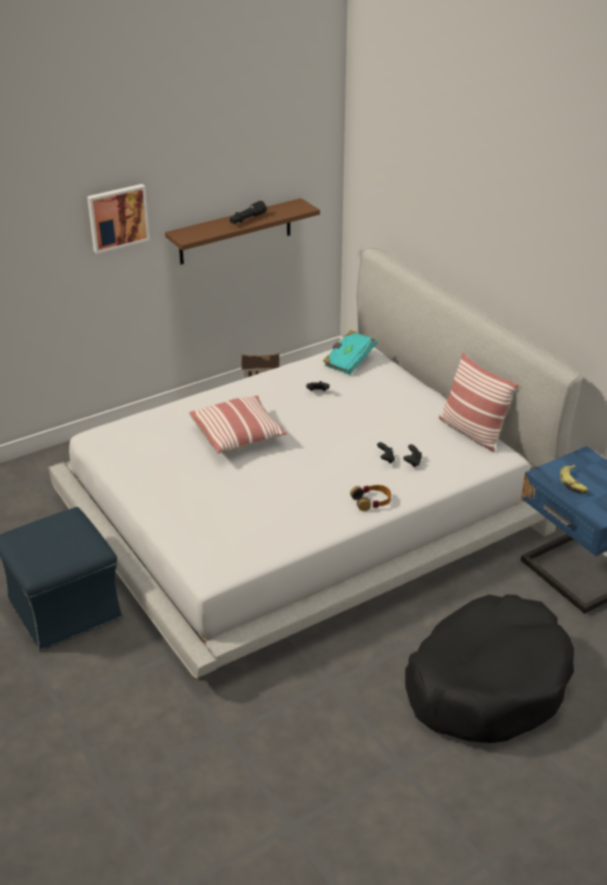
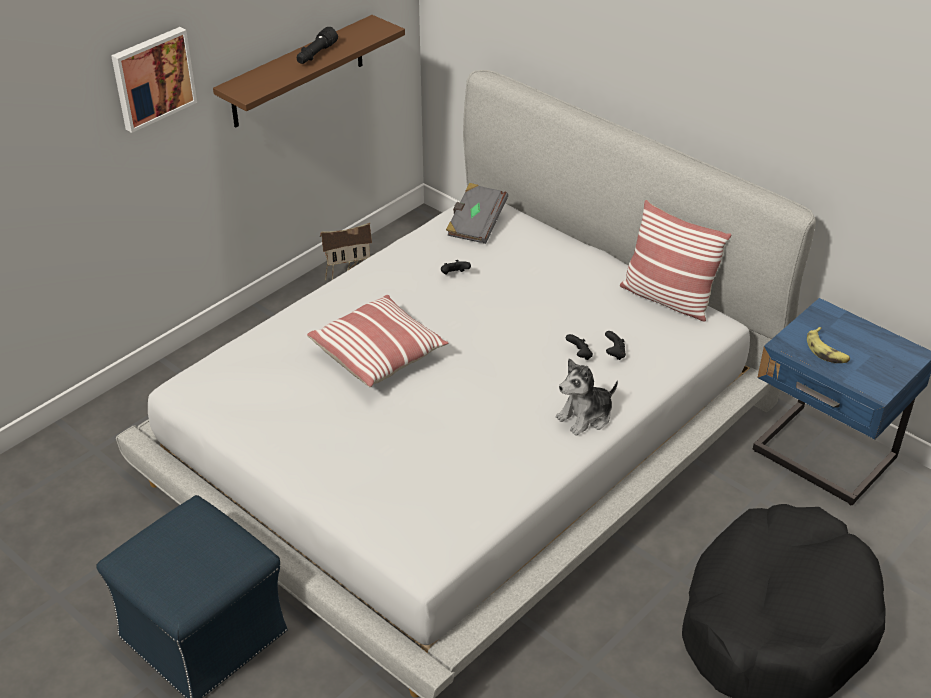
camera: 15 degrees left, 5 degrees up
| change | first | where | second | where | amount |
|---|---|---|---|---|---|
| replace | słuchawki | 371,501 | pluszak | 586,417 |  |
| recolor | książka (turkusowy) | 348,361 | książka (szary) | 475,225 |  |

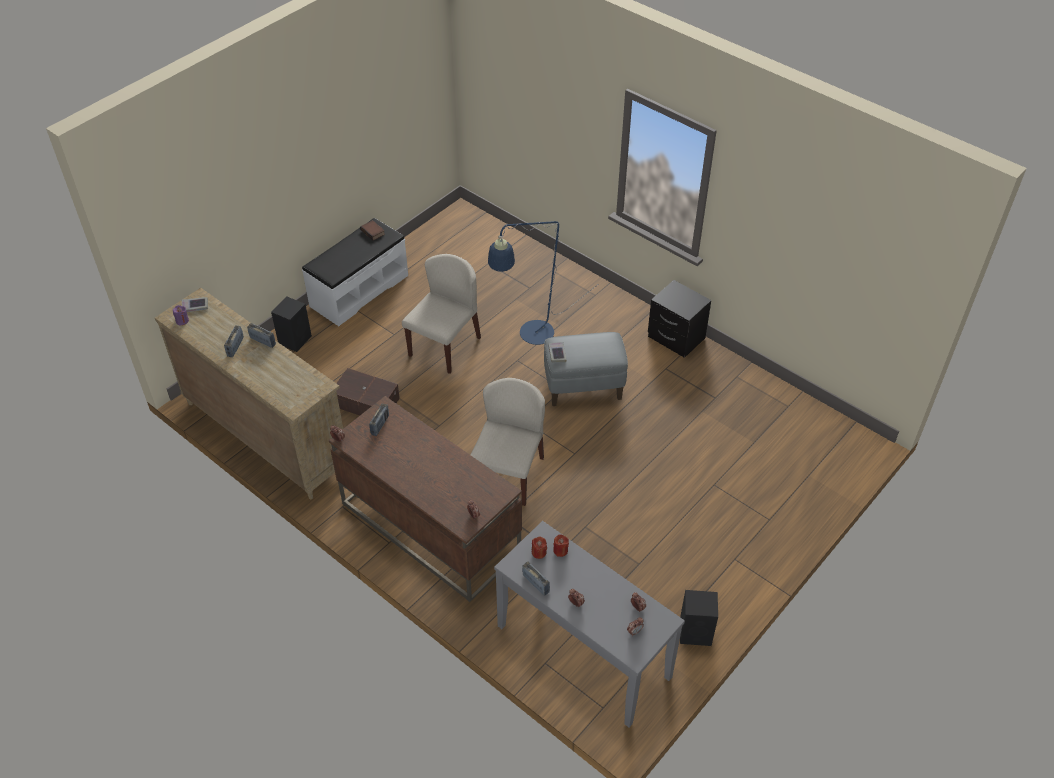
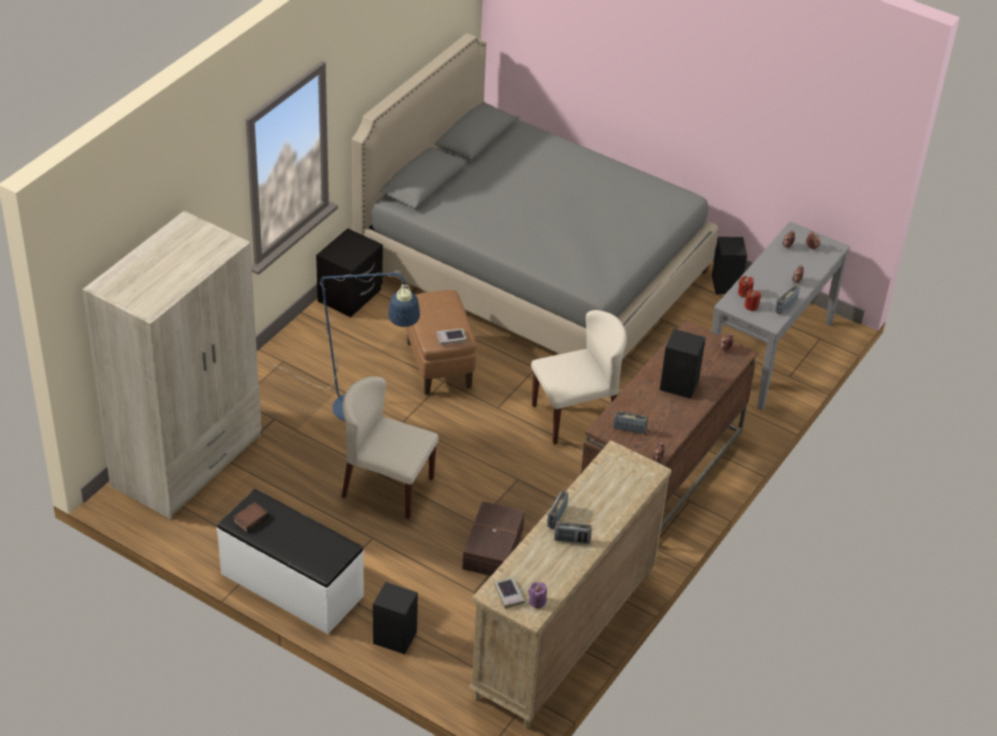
camera: 100 degrees left, 5 degrees down
| change | first | where | second | where | amount |
|---|---|---|---|---|---|
| insert |  |  | szafa (beżowy) | 188,461 |  |
| insert |  |  | łóżko (szary) | 533,270 |  |
| insert |  |  | głośnik (czarny) | 680,385 |  |
| recolor | pufa (szary) | 584,388 | pufa (brązowy) | 438,364 |  |
| rotate | krzesło (beżowy) | 508,474 |  | 575,416 | 150 degrees clockwise |

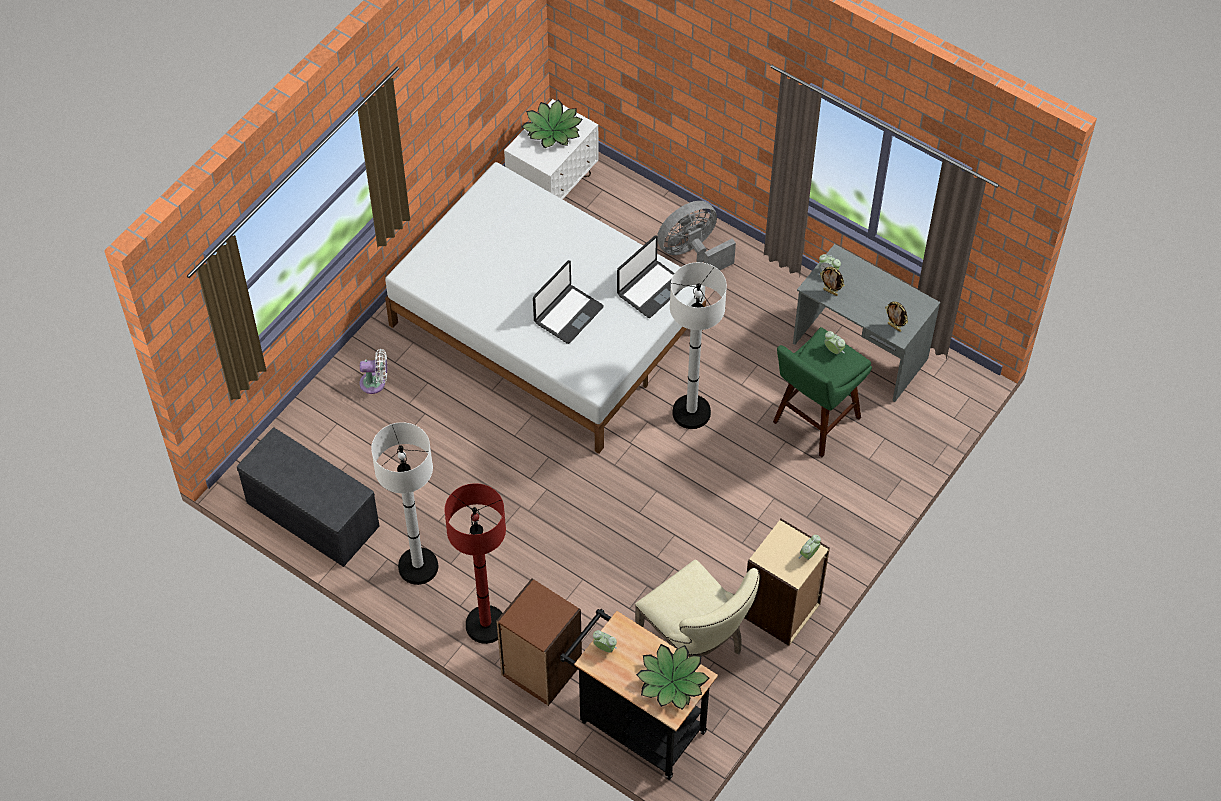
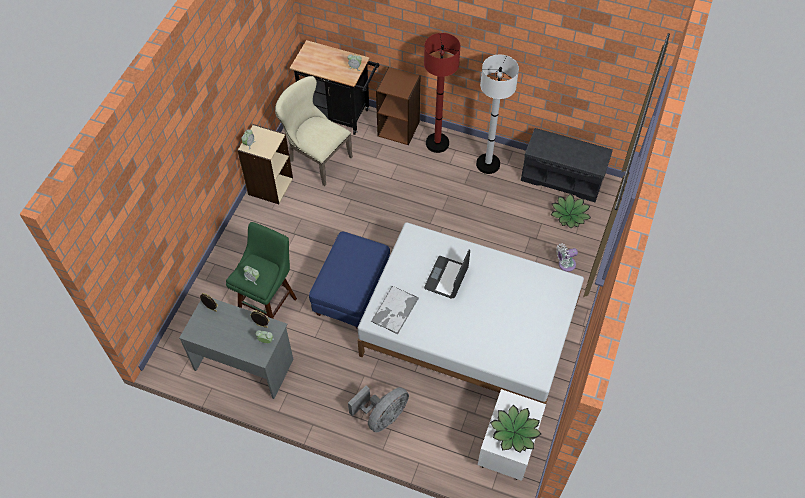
camera: 165 degrees right, 0 degrees up
| change | first | where | second | where | amount |
|---|---|---|---|---|---|
| move | roślina doniczkowa | 671,681 |  | 570,215 |  |
| replace | laptop | 651,289 | taca | 394,310 |  |
| replace | lampa stojąca (biały) | 691,412 | pufa (niebieski) | 352,292 |  |

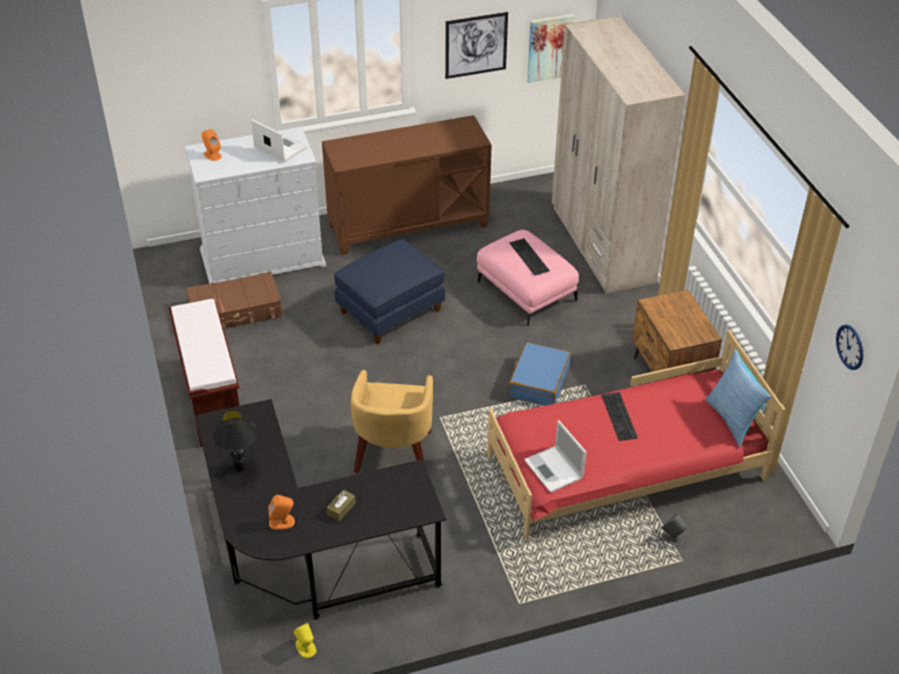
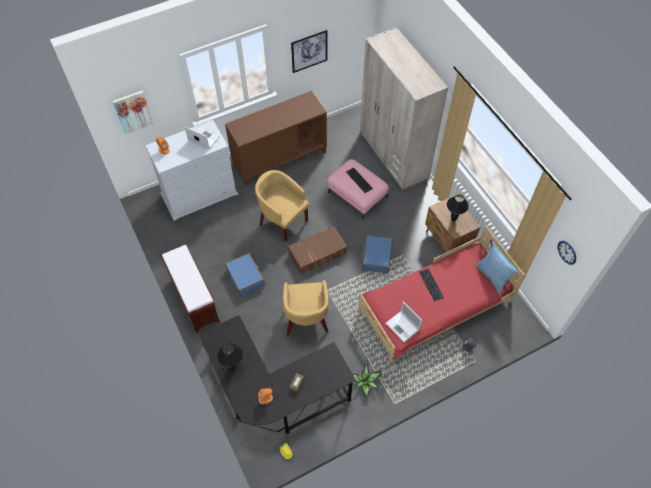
camera: 10 degrees left, 15 degrees up
| change | first | where | second | where | amount |
|---|---|---|---|---|---|
| insert |  |  | walizka (niebieski) | 245,277 |  |
| insert |  |  | roślina doniczkowa | 365,382 |  |
| insert |  |  | lampa stołowa (czarny) | 453,219 |  |
| move | walizka (brązowy) | 236,311 |  | 318,253 |  |
| move | obraz | 549,47 |  | 133,112 |  |
| replace | pufa (niebieski) | 390,310 | fotel (żółty) | 282,220 |  |

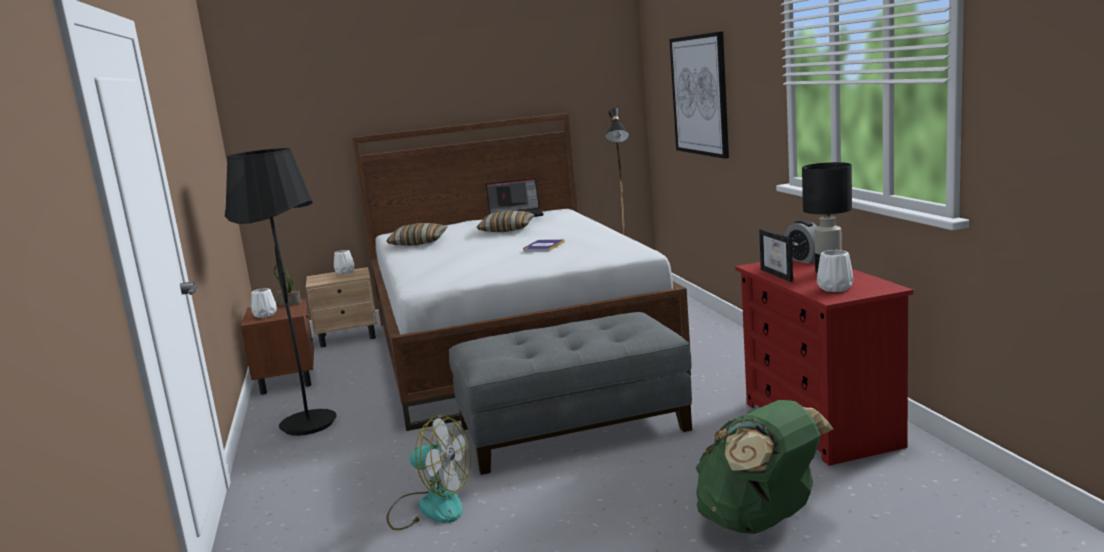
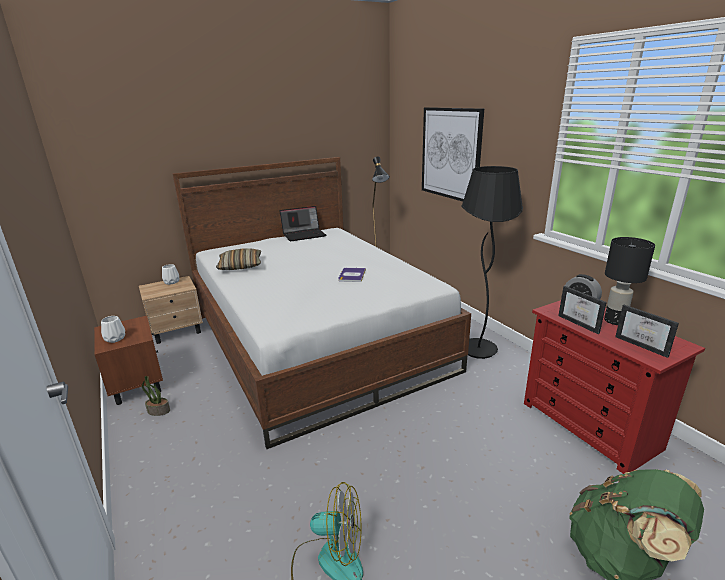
camera: 15 degrees left, 10 degrees up
| change | first | where | second | where | amount |
|---|---|---|---|---|---|
| delete | pufa (szary) | 572,428 |  |  |  |
| delete | poduszka | 507,230 |  |  |  |
| move | lampa stojąca (czarny) | 308,425 |  | 478,350 |  |
| move | roślina doniczkowa | 289,303 |  | 158,411 |  |
| replace | wazon (biały) | 836,288 | ramka na zdjęcie | 644,345 |  |

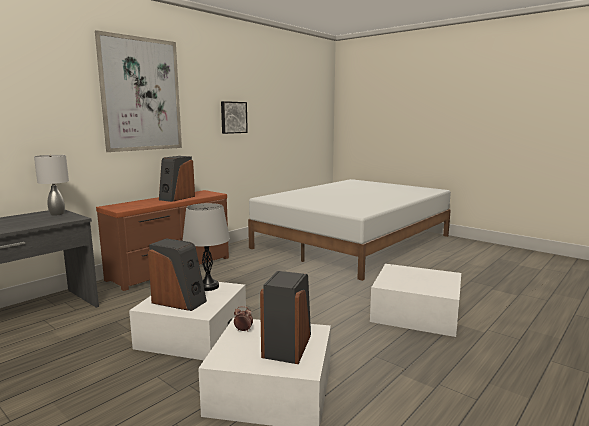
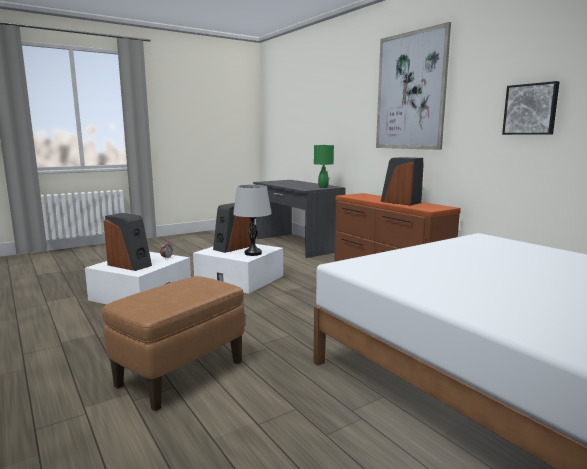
camera: 105 degrees right, 0 degrees up
| change | first | where | second | where | amount |
|---|---|---|---|---|---|
| replace | pojemnik do przechowywania (biały) | 416,313 | pufa (brązowy) | 181,374 |  |
| recolor | lampa stołowa (szary) | 57,214 | lampa stołowa (zielony) | 323,187 |  |

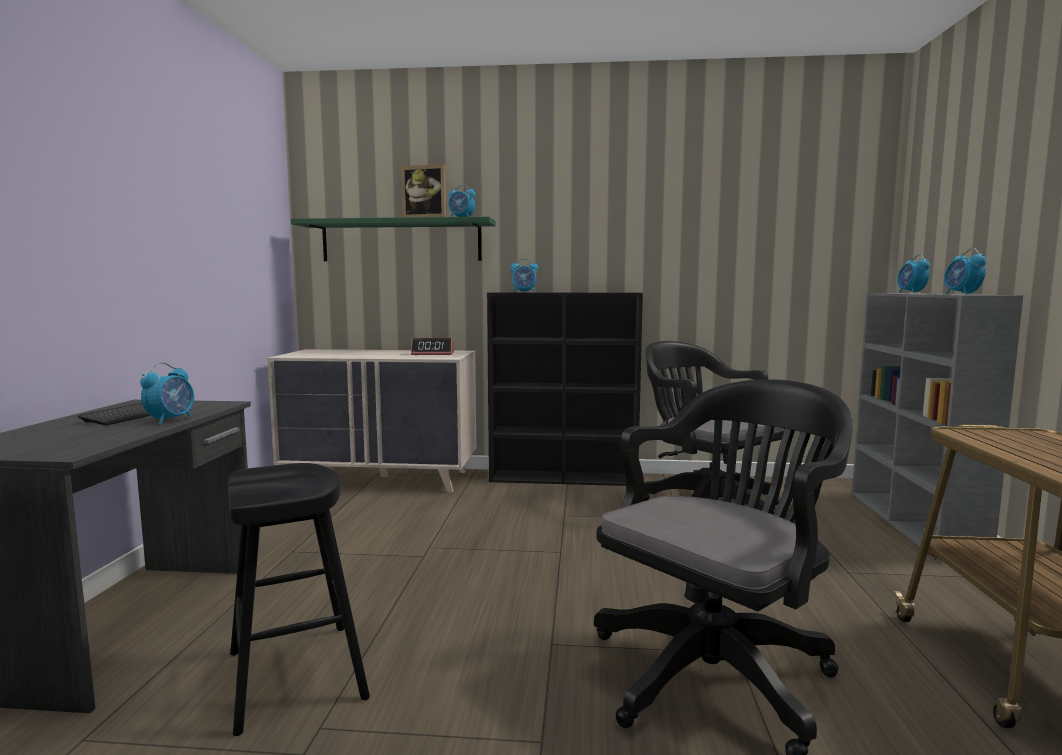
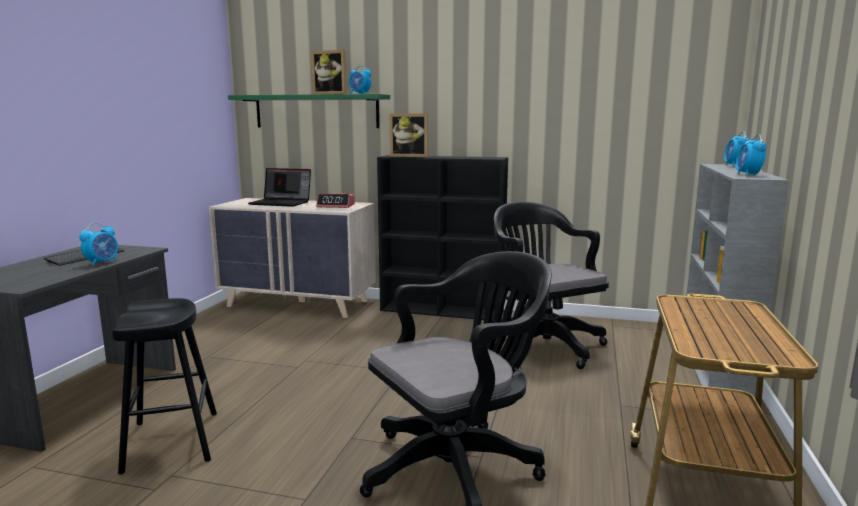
camera: 10 degrees right, 5 degrees up
| change | first | where | second | where | amount |
|---|---|---|---|---|---|
| insert |  |  | laptop | 281,203 |  |
| replace | budzik | 524,292 | ramka na zdjęcie | 409,156 |  |

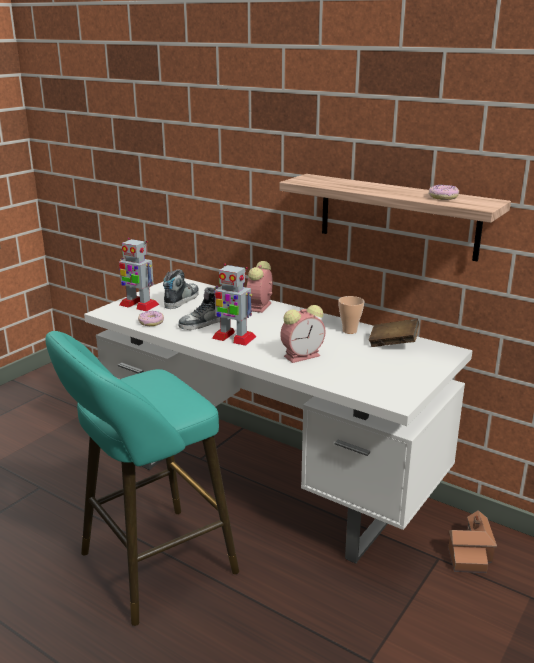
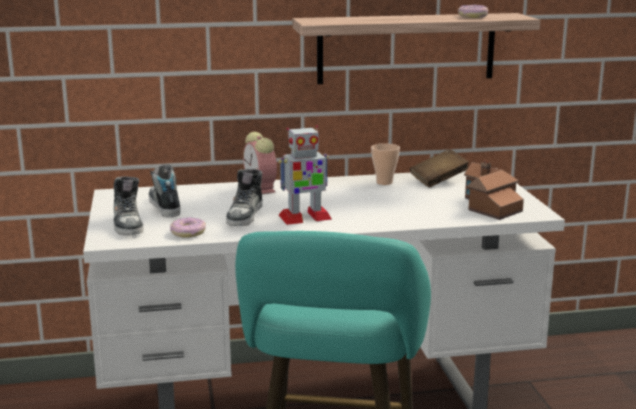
camera: 45 degrees left, 5 degrees down
| change | first | where | second | where | amount |
|---|---|---|---|---|---|
| delete | budzik | 303,355 |  |  |  |
| move | domek | 470,553 |  | 489,206 |  |
| replace | robot zabawkowy | 138,305 | but | 128,224 |  |

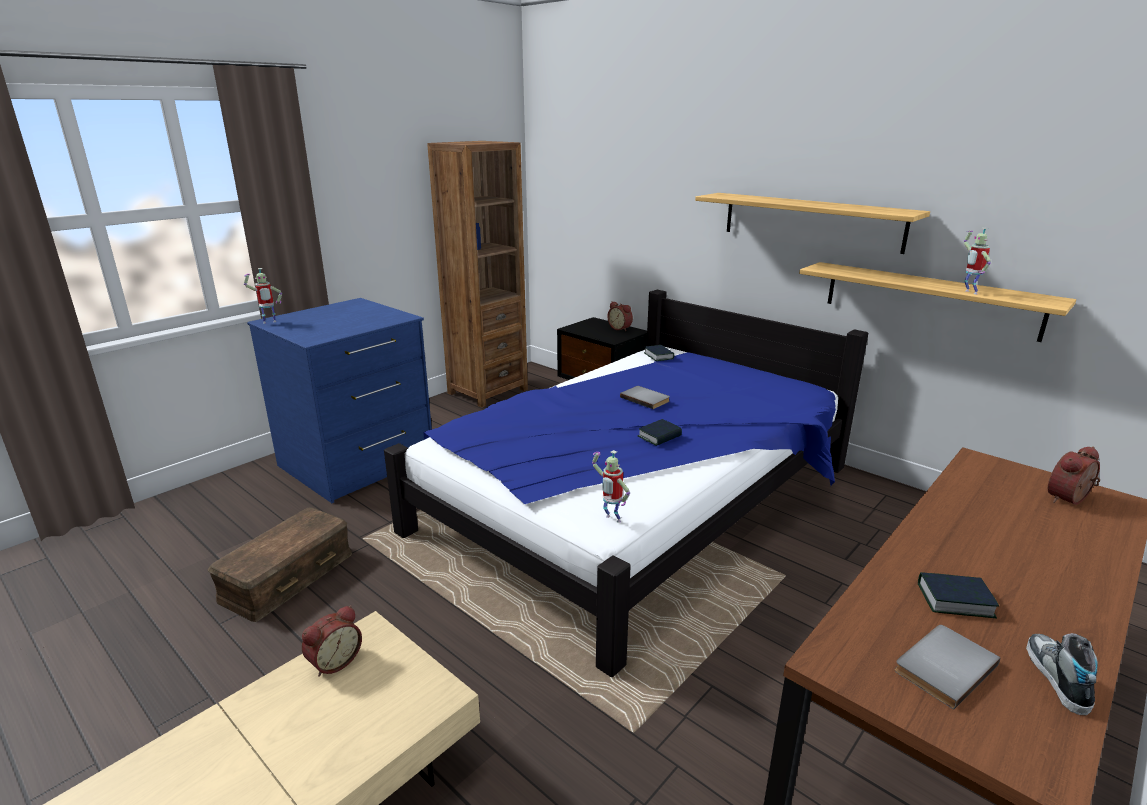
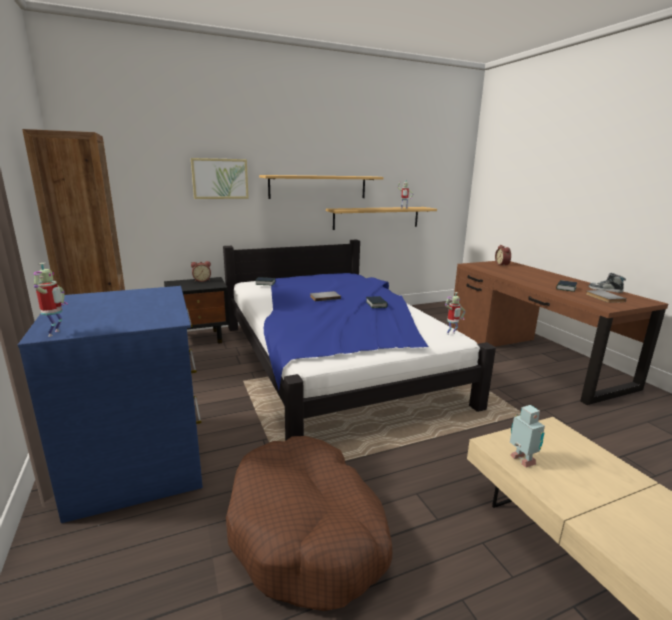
camera: 65 degrees left, 5 degrees down
| change | first | where | second | where | amount |
|---|---|---|---|---|---|
| insert |  |  | obraz | 220,178 |  |
| replace | pojemnik do przechowywania (brązowy) | 286,576 | legowisko (brązowy) | 307,532 |  |
| replace | budzik | 334,661 | robot zabawkowy | 521,461 |  |

